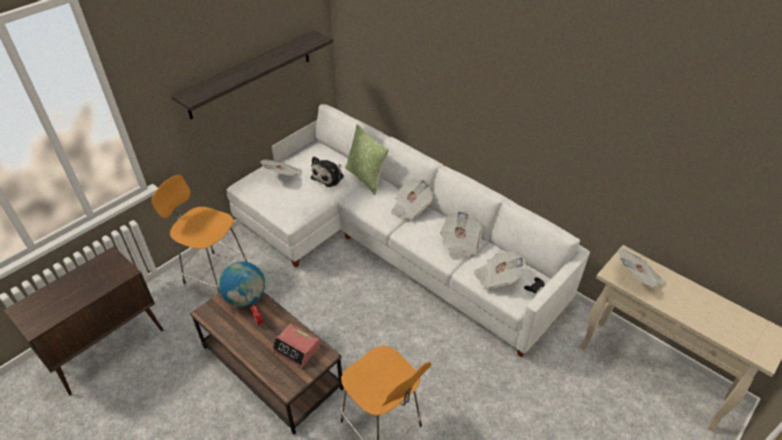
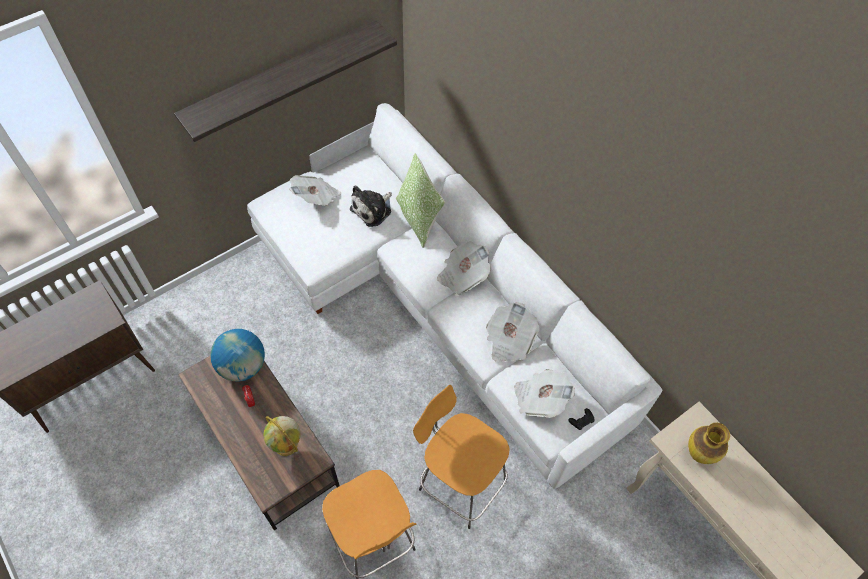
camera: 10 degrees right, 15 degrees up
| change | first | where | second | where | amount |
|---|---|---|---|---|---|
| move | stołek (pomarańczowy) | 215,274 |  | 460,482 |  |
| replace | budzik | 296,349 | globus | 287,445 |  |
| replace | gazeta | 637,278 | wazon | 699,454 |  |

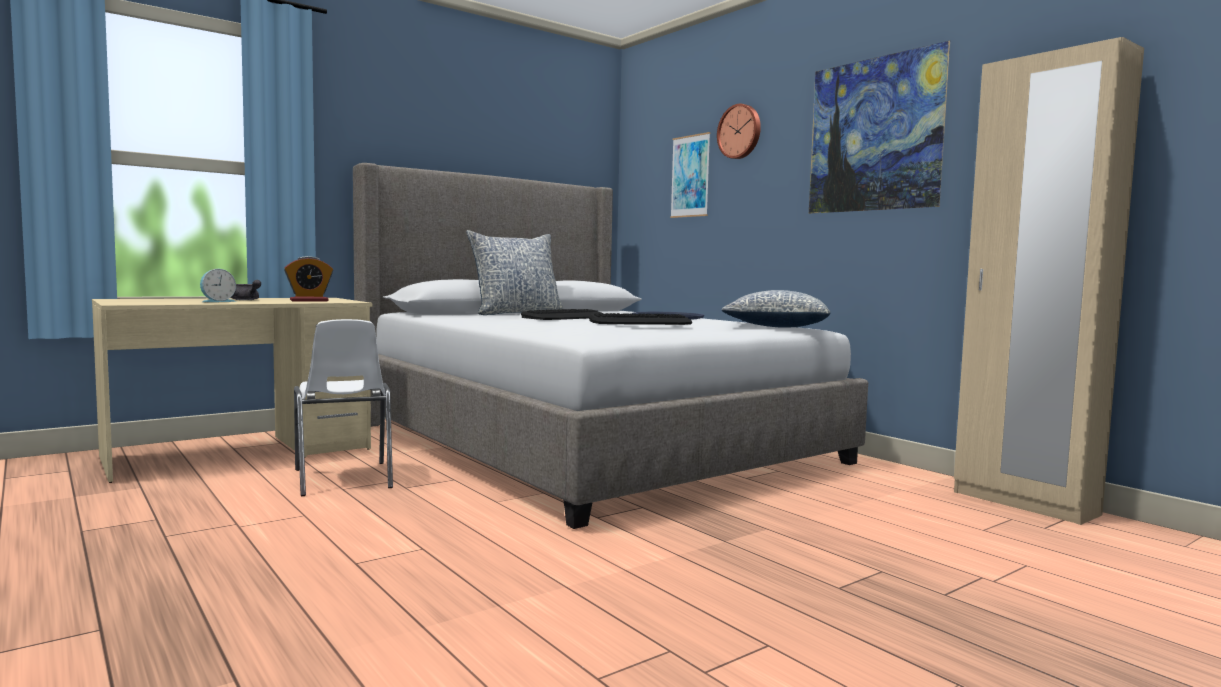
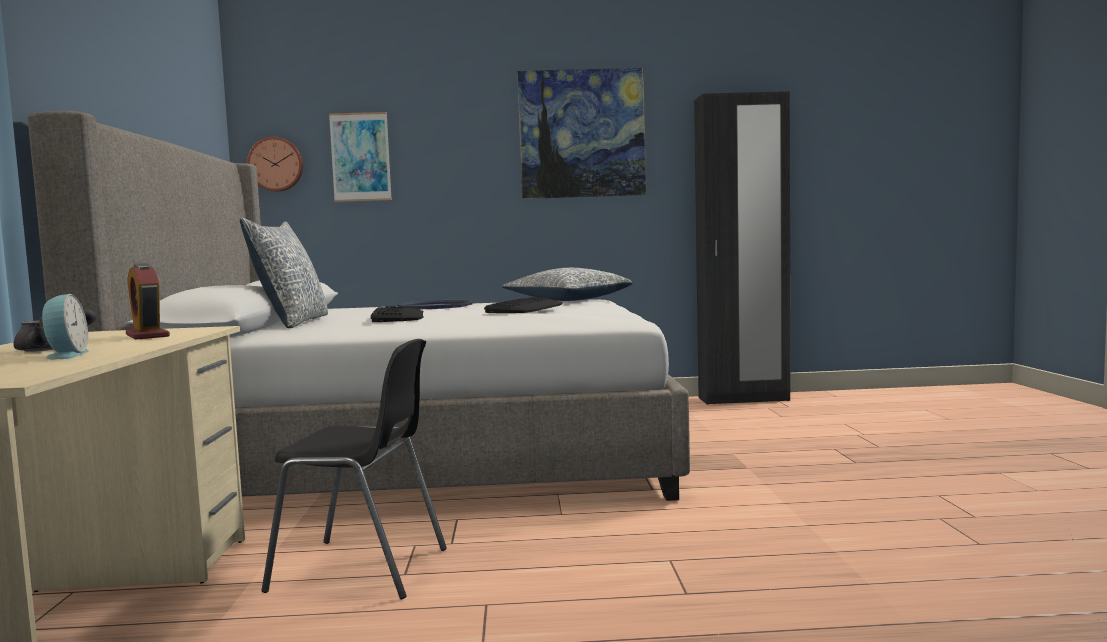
camera: 55 degrees left, 0 degrees up
| change | first | where | second | where | amount |
|---|---|---|---|---|---|
| move | zegar ścienny | 740,132 |  | 276,164 |  |
| recolor | krzesło (biały) | 343,479 | krzesło (czarny) | 361,569 |  |
| recolor | szafa (beżowy) | 1023,503 | szafa (czarny) | 743,399 |  |
| rotate | budzik | 309,301 |  | 147,336 | 135 degrees clockwise |

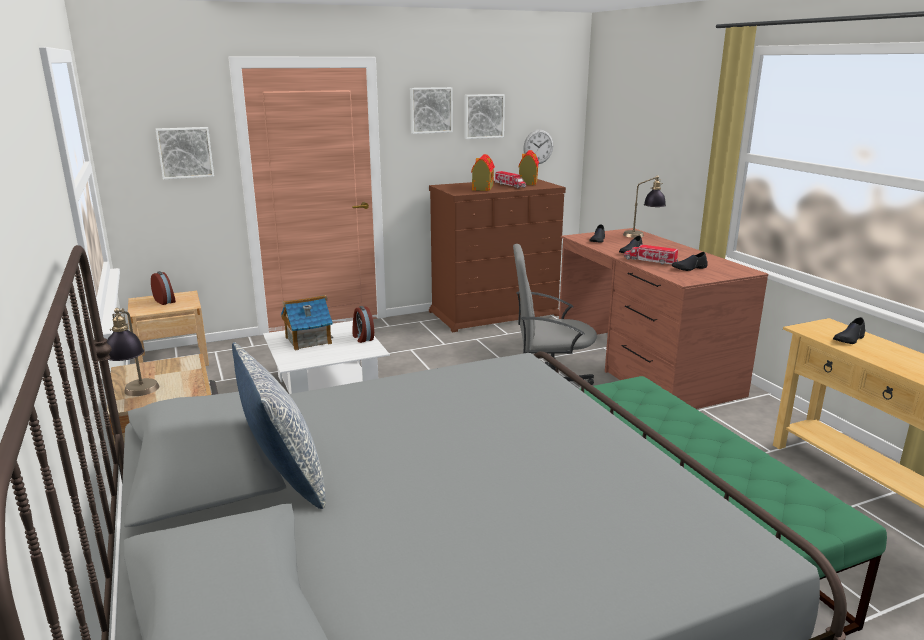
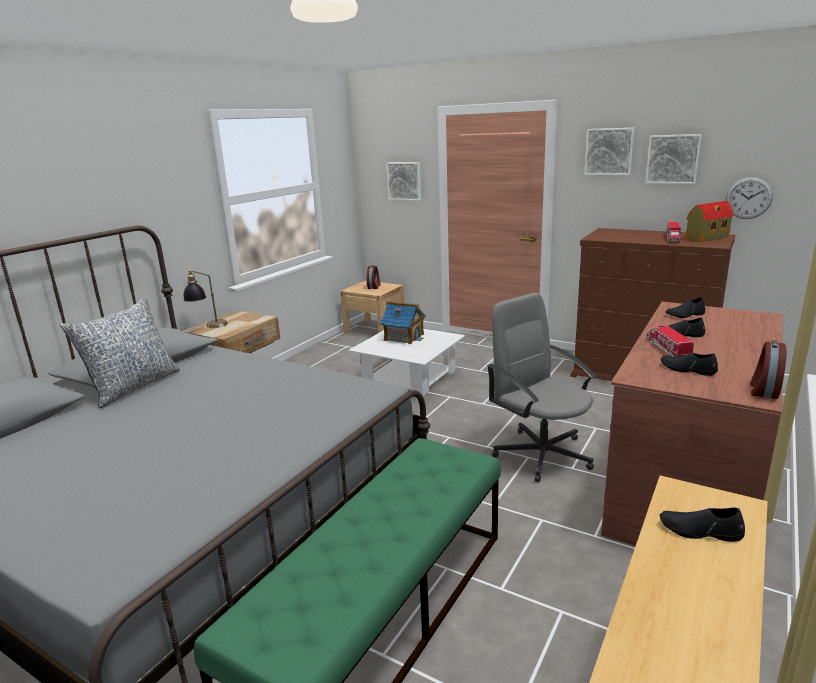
camera: 55 degrees right, 0 degrees up
| change | first | where | second | where | amount |
|---|---|---|---|---|---|
| delete | domek | 482,188 |  |  |  |
| delete | lampa stołowa | 642,236 |  |  |  |
| move | budzik | 362,338 |  | 763,390 |  |

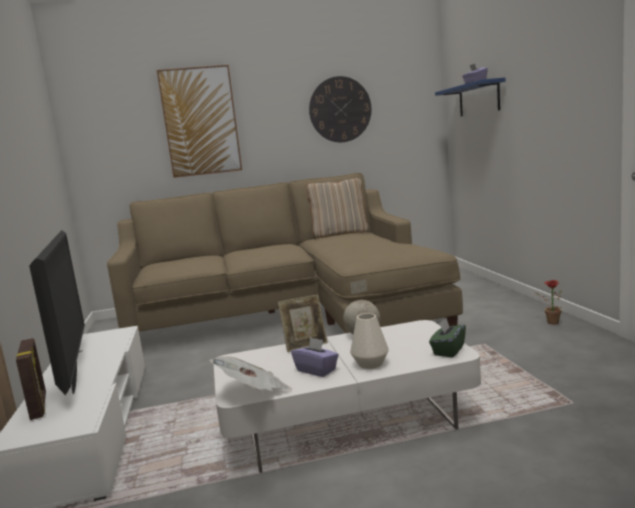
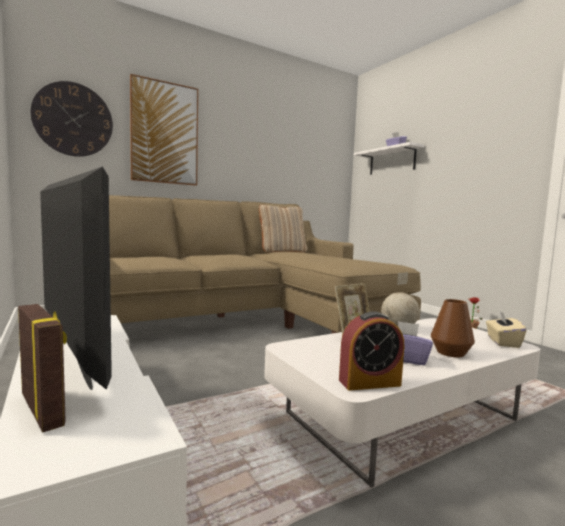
camera: 20 degrees left, 5 degrees down
| change | first | where | second | where | amount |
|---|---|---|---|---|---|
| move | zegar ścienny | 340,109 |  | 73,119 |  |
| replace | gazeta | 254,392 | budzik | 369,382 |  |
| recolor | wazon (biały) | 370,364 | wazon (brązowy) | 450,353 |  |
| recolor | pudełko chusteczek (zielony) | 448,350 | pudełko chusteczek (beżowy) | 502,342 |  |
| recolor | półka (niebieski) | 479,99 | półka (biały) | 392,161 |  |

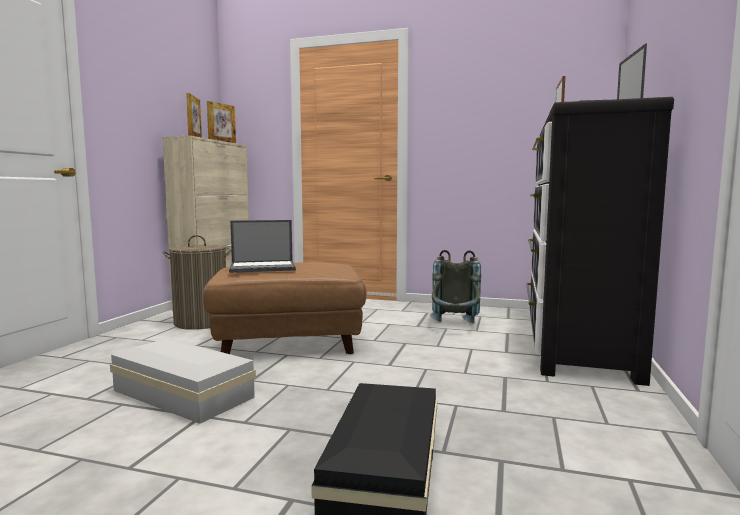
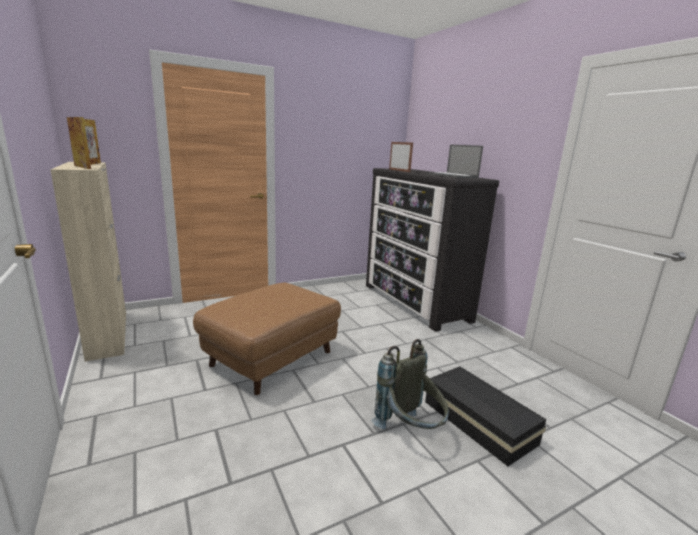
camera: 45 degrees left, 10 degrees up
| change | first | where | second | where | amount |
|---|---|---|---|---|---|
| delete | pojemnik do przechowywania (biały) | 183,393 |  |  |  |
| delete | kosz na pranie | 201,322 |  |  |  |
| delete | laptop | 263,267 |  |  |  |
| move | plecak (szary) | 455,326 |  | 410,431 |  |

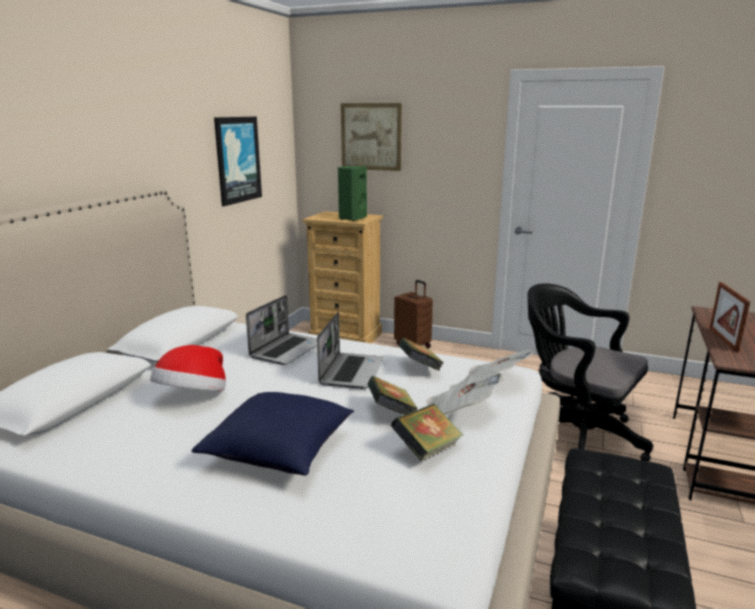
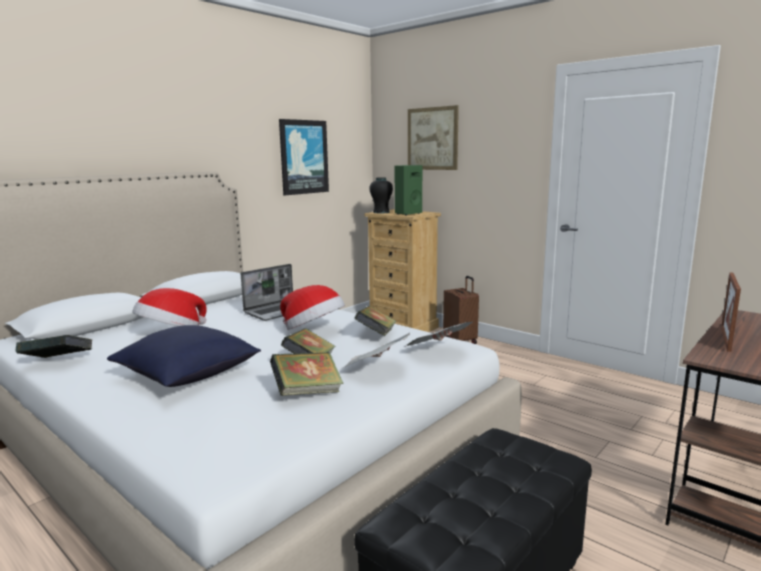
camera: 20 degrees right, 5 degrees down
| change | first | where | second | where | amount |
|---|---|---|---|---|---|
| delete | krzesło biurowe (czarny) | 574,434 |  |  |  |
| insert |  |  | książka | 58,363 |  |
| insert |  |  | wazon (czarny) | 381,212 |  |
| replace | laptop | 351,371 | kapelusz | 313,331 |  |

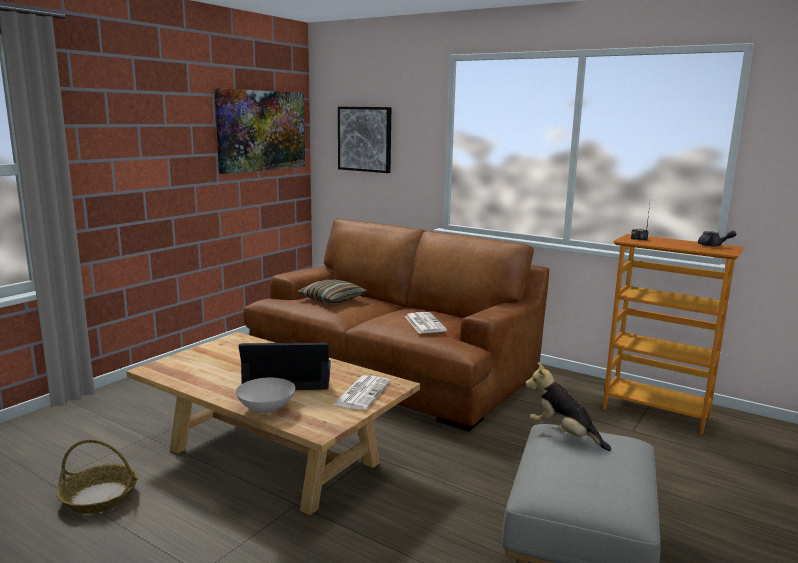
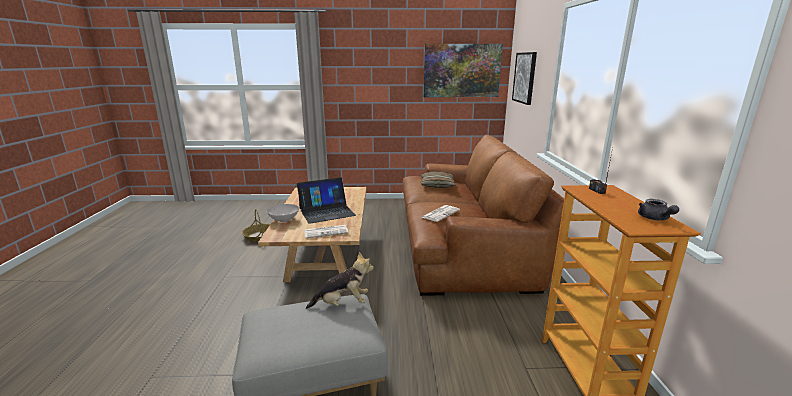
camera: 55 degrees right, 5 degrees up
| change | first | where | second | where | amount |
|---|---|---|---|---|---|
| rotate | laptop | 288,376 |  | 326,212 | 105 degrees clockwise |
| rotate | pluszak | 563,435 |  | 343,304 | 75 degrees clockwise |

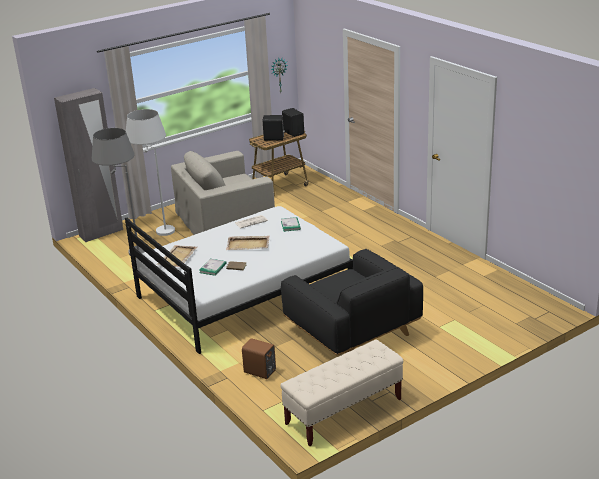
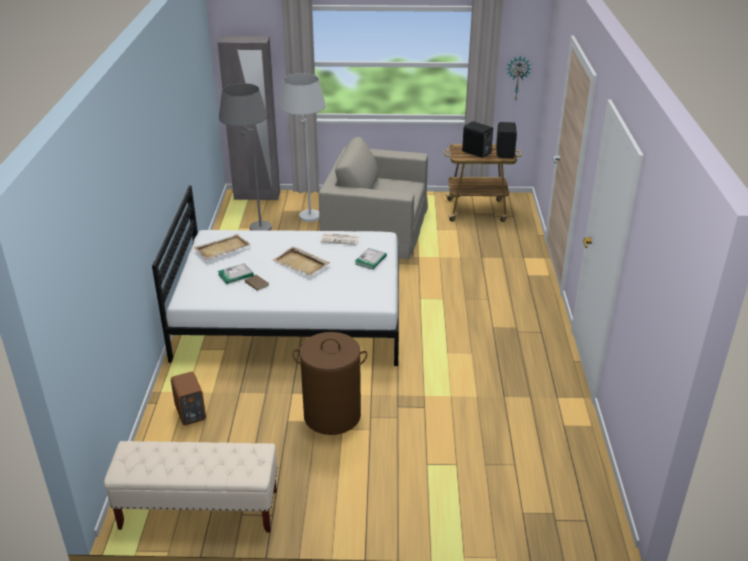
camera: 35 degrees right, 5 degrees up
| change | first | where | second | where | amount |
|---|---|---|---|---|---|
| replace | fotel (czarny) | 352,330 | kosz na pranie (brązowy) | 332,416 |  |

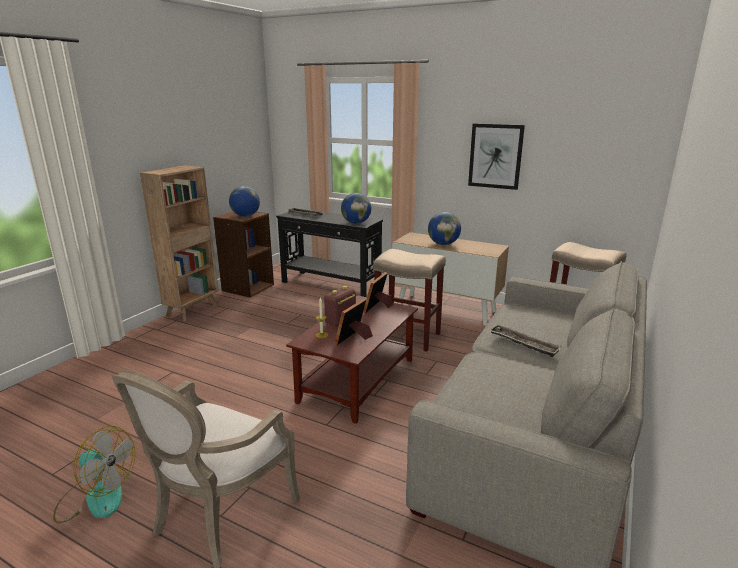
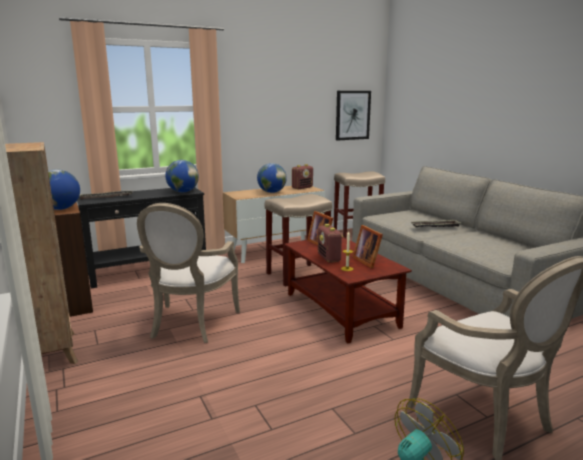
camera: 55 degrees left, 5 degrees down
| change | first | where | second | where | amount |
|---|---|---|---|---|---|
| insert |  |  | fotel | 189,325 |  |
| insert |  |  | radio | 302,187 |  |
| move | obraz | 495,156 |  | 352,115 |  |

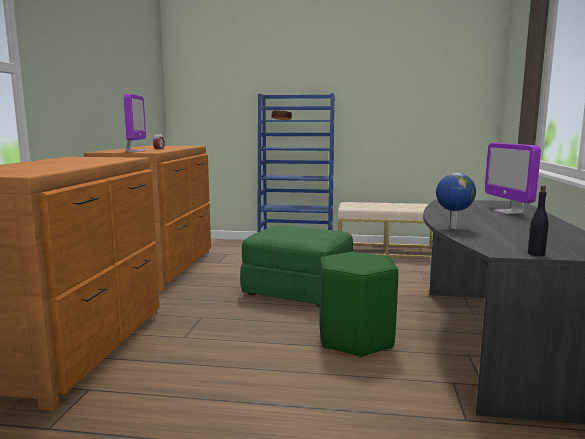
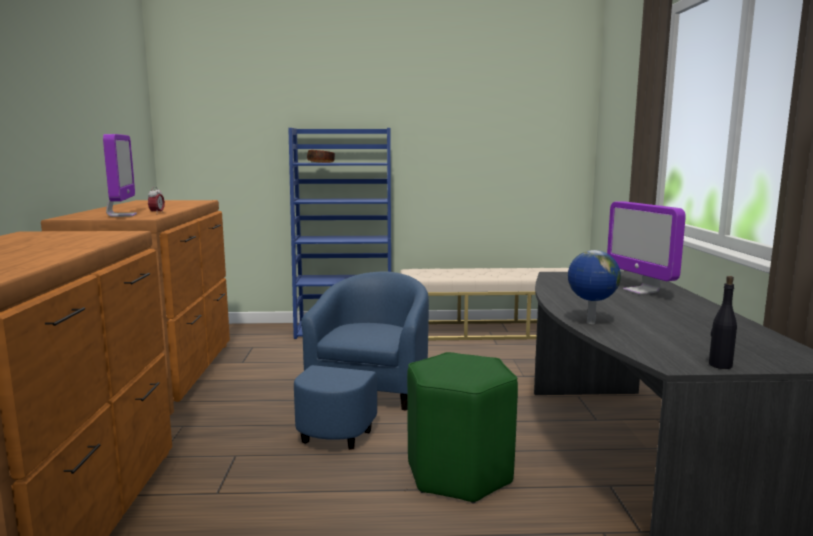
camera: 10 degrees left, 0 degrees up
| change | first | where | second | where | amount |
|---|---|---|---|---|---|
| replace | pufa (zielony) | 299,290 | fotel (niebieski) | 365,399 |  |

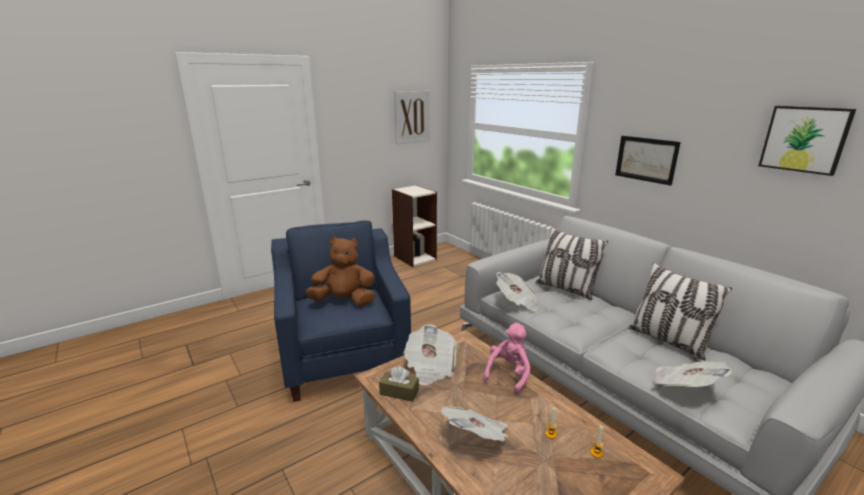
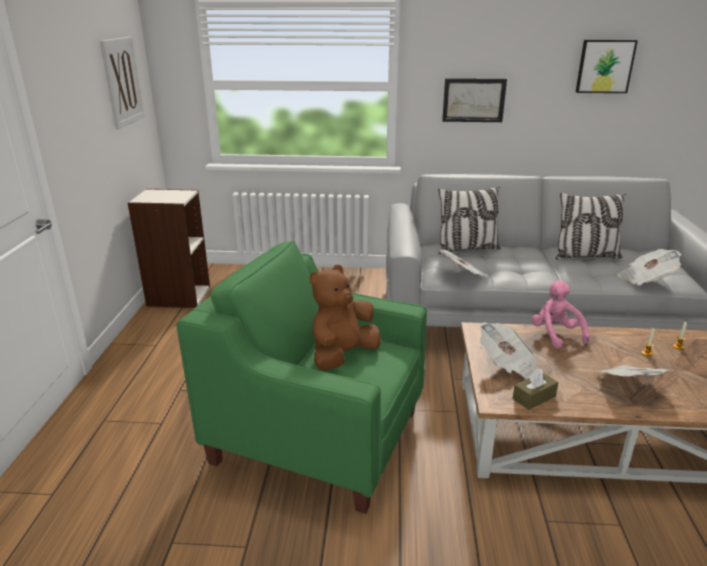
camera: 50 degrees left, 5 degrees up
| change | first | where | second | where | amount |
|---|---|---|---|---|---|
| recolor | fotel (niebieski) | 344,355 | fotel (zielony) | 317,436 |  |

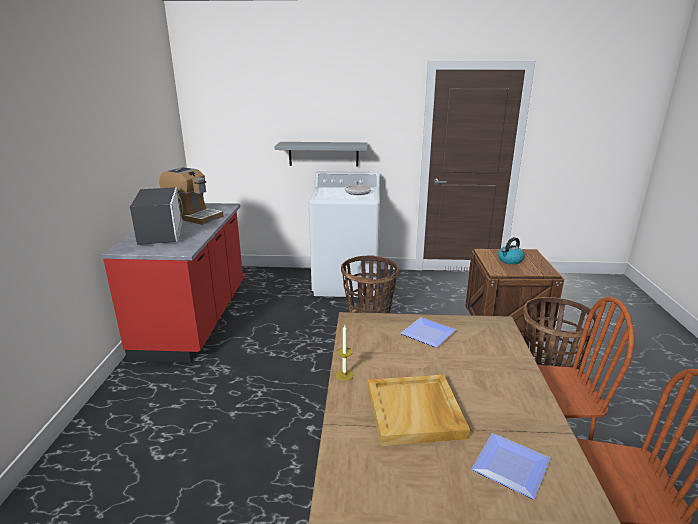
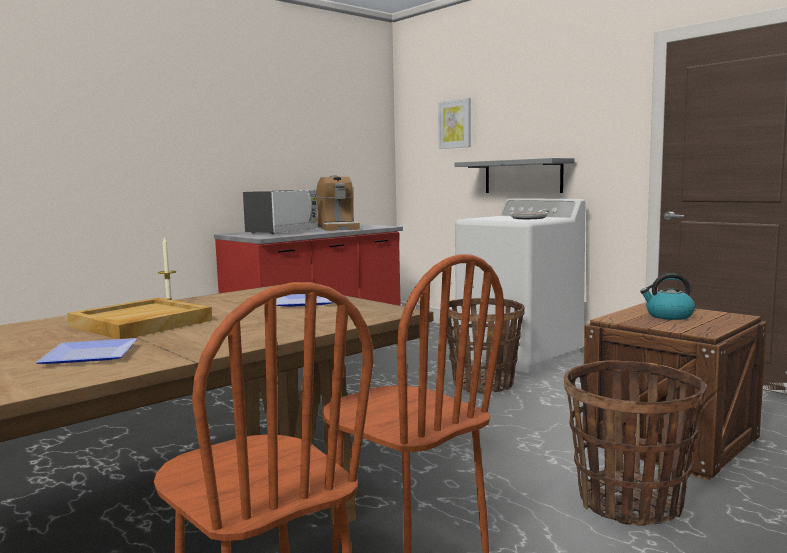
camera: 45 degrees right, 15 degrees down
| change | first | where | second | where | amount |
|---|---|---|---|---|---|
| insert |  |  | obraz | 455,124 |  |

